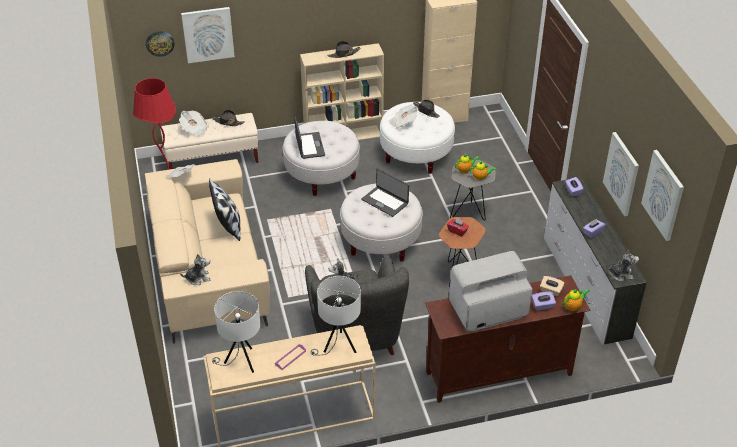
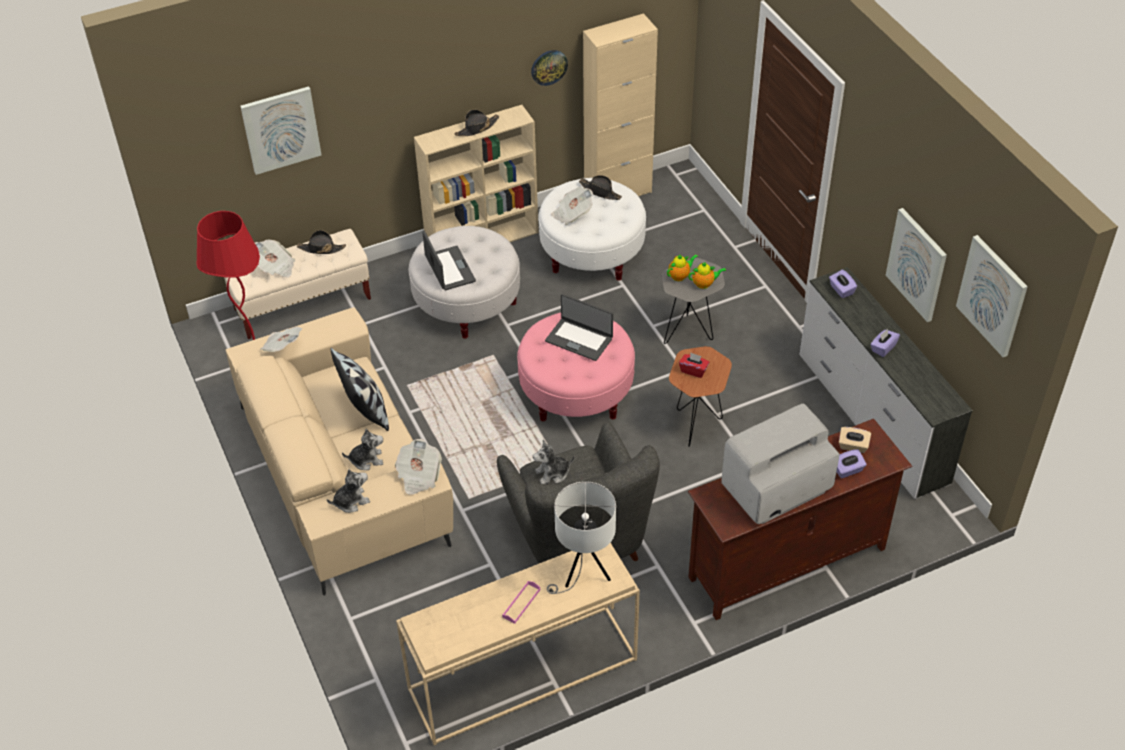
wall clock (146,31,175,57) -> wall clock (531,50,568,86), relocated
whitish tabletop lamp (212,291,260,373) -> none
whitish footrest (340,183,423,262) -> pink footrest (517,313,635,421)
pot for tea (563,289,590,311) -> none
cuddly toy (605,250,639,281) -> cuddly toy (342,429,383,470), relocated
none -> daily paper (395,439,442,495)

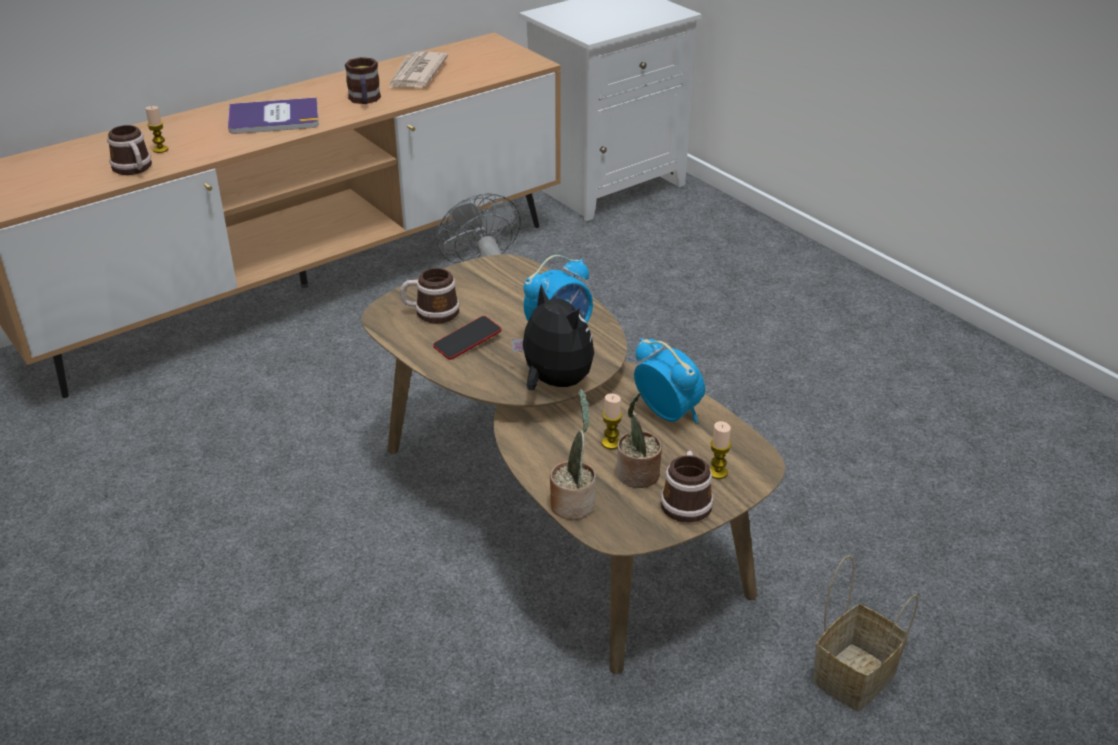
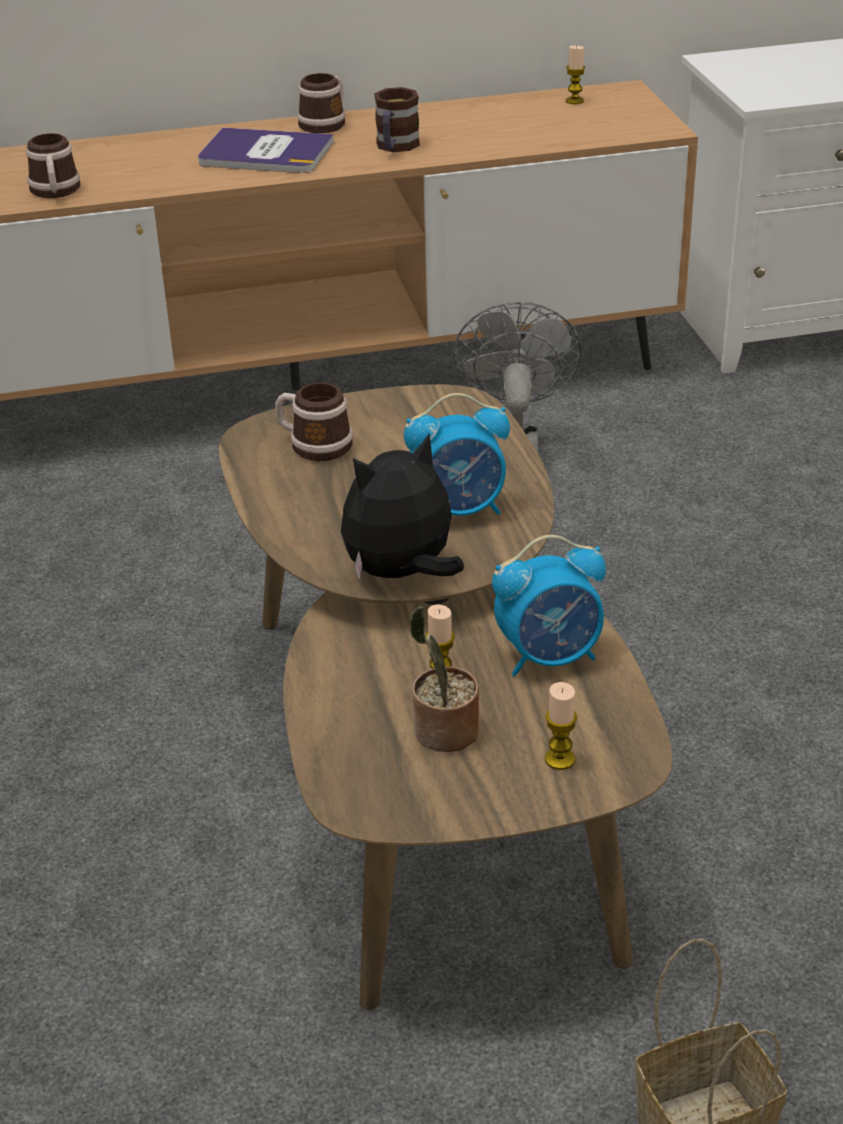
wax light (145,106,168,153) -> wax light (566,45,585,104), relocated
daily paper (388,52,448,89) -> none
phone (433,316,501,360) -> none
cuddly toy (511,284,594,390) -> cuddly toy (341,434,464,579), 105 degrees counterclockwise
houseplant (550,389,596,520) -> none
table clock (634,338,705,423) -> table clock (492,535,606,677), 90 degrees clockwise
coffee mug (660,451,714,523) -> coffee mug (297,73,345,133), relocated

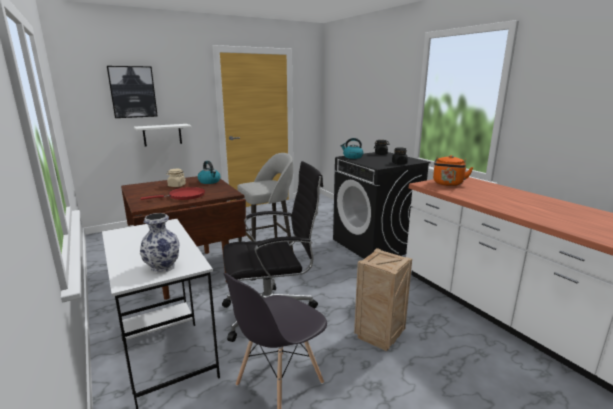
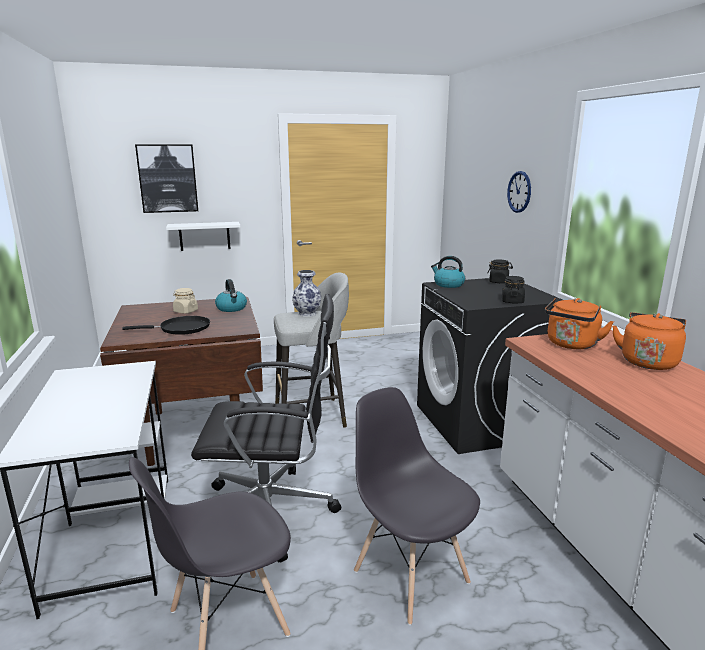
decorative vase (140,213,180,274) -> decorative vase (292,270,321,317), relocated
red skillet (141,187,205,200) -> black-coloured skillet (122,316,210,335)
shipping crate (354,248,412,351) -> greyish plain chair (354,387,480,625)
none -> wall clock (507,171,531,213)
none -> orangey kettle (612,312,686,370)

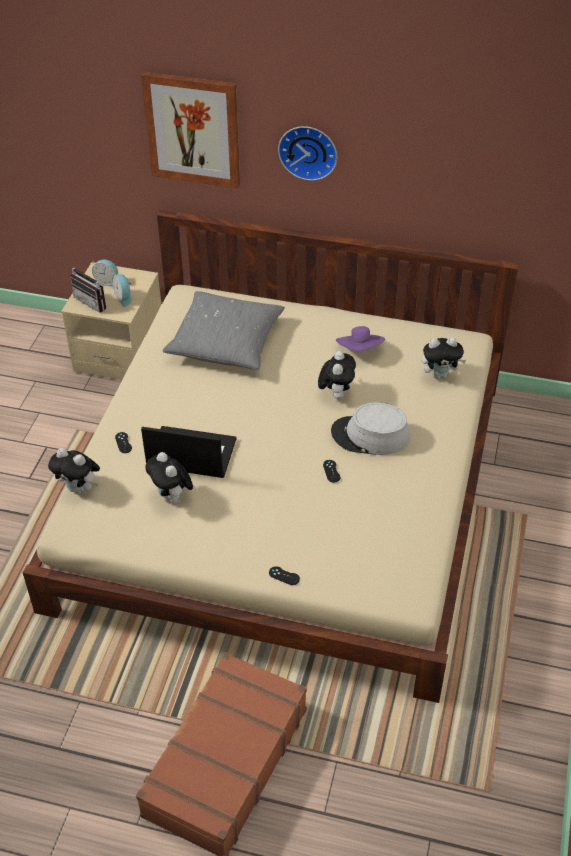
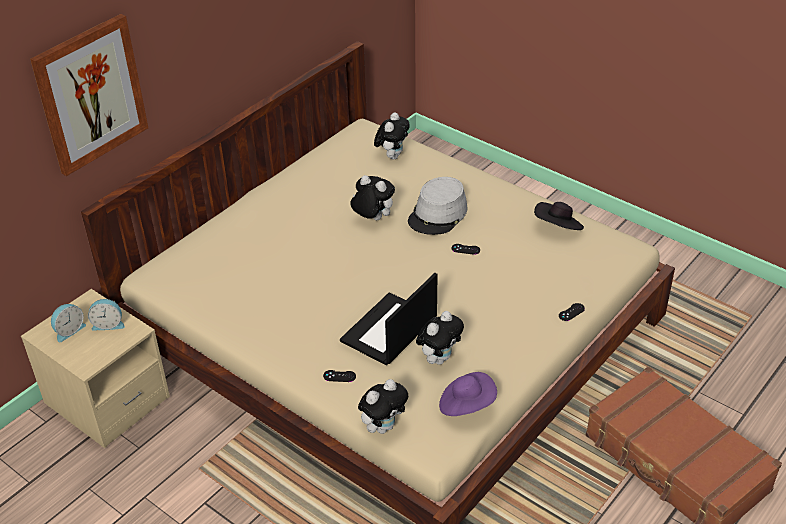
radio receiver (70,258,106,312) -> none
cuddly toy (146,452,193,504) -> cuddly toy (416,311,464,365), 45 degrees counterclockwise
greyish throw pillow (163,291,285,370) -> none
wall clock (278,126,337,181) -> none
purple hat (336,326,385,351) -> purple hat (439,372,497,416), relocated
none -> black-coloured hat (534,202,584,230)

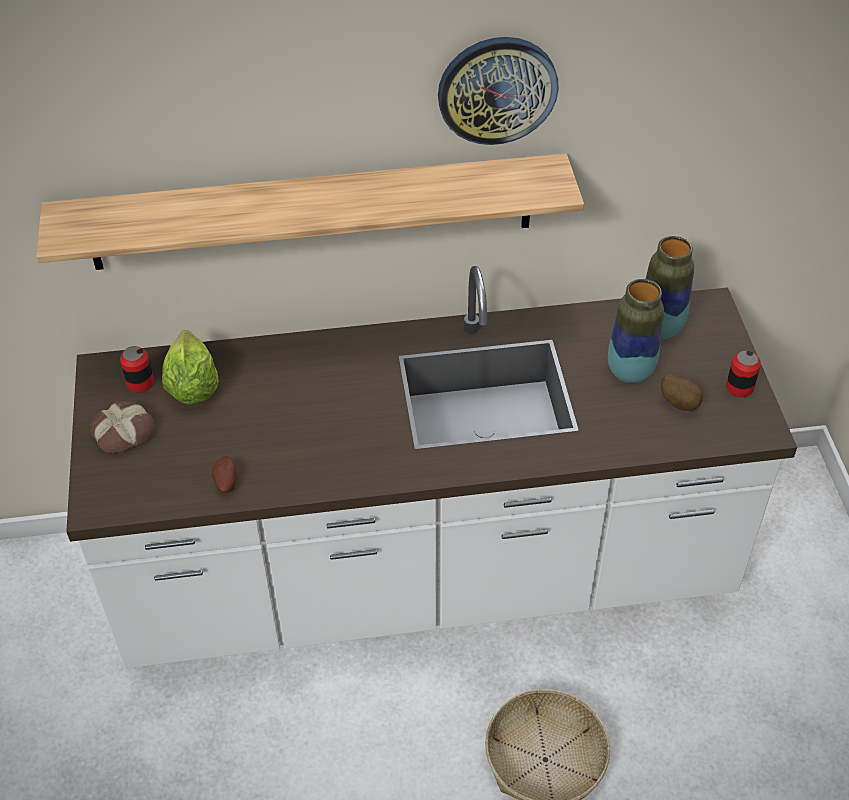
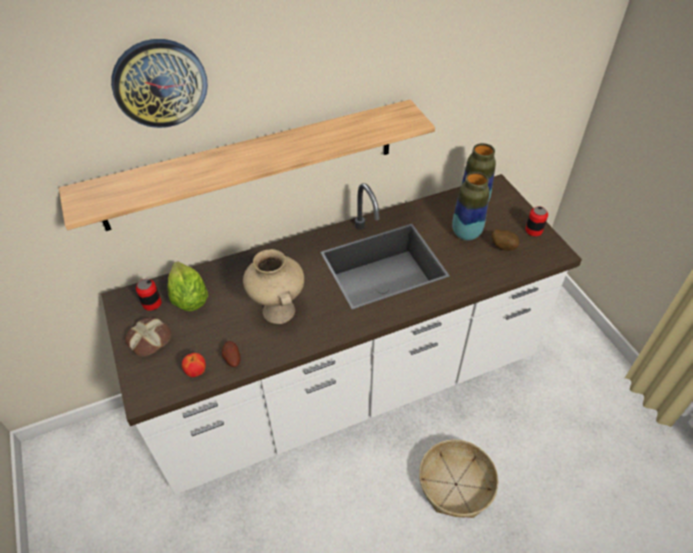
wall clock (438,37,559,145) -> wall clock (111,39,208,128), relocated
none -> apple (182,353,206,377)
none -> beige-coloured decorative vase (243,249,304,324)

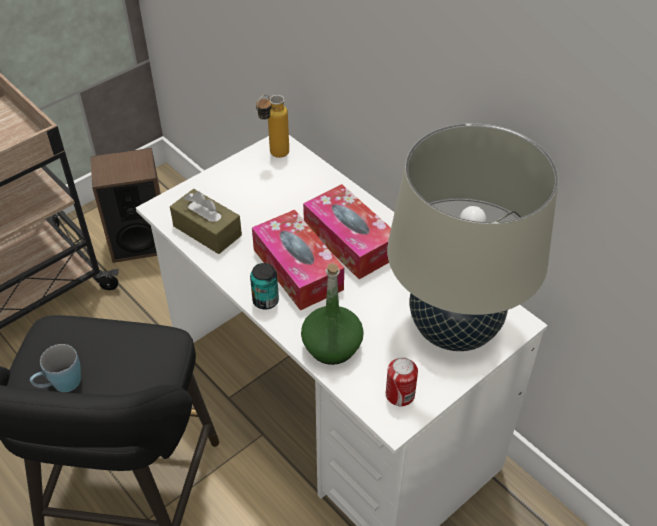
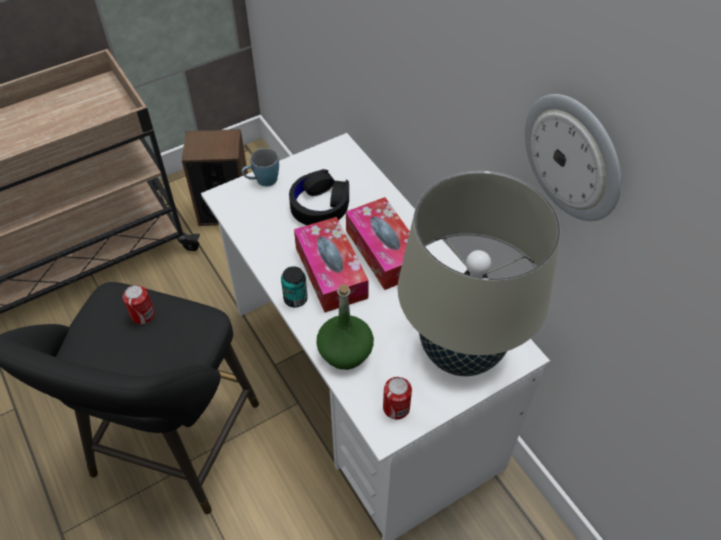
blue coffee mug (30,344,81,392) -> blue coffee mug (242,148,279,186), relocated
brown box of tissues (170,189,242,254) -> none
drink bottle (256,94,289,158) -> none
none -> can (123,285,155,324)
none -> black-coloured headphones (289,169,349,225)
none -> wall clock (525,94,621,221)

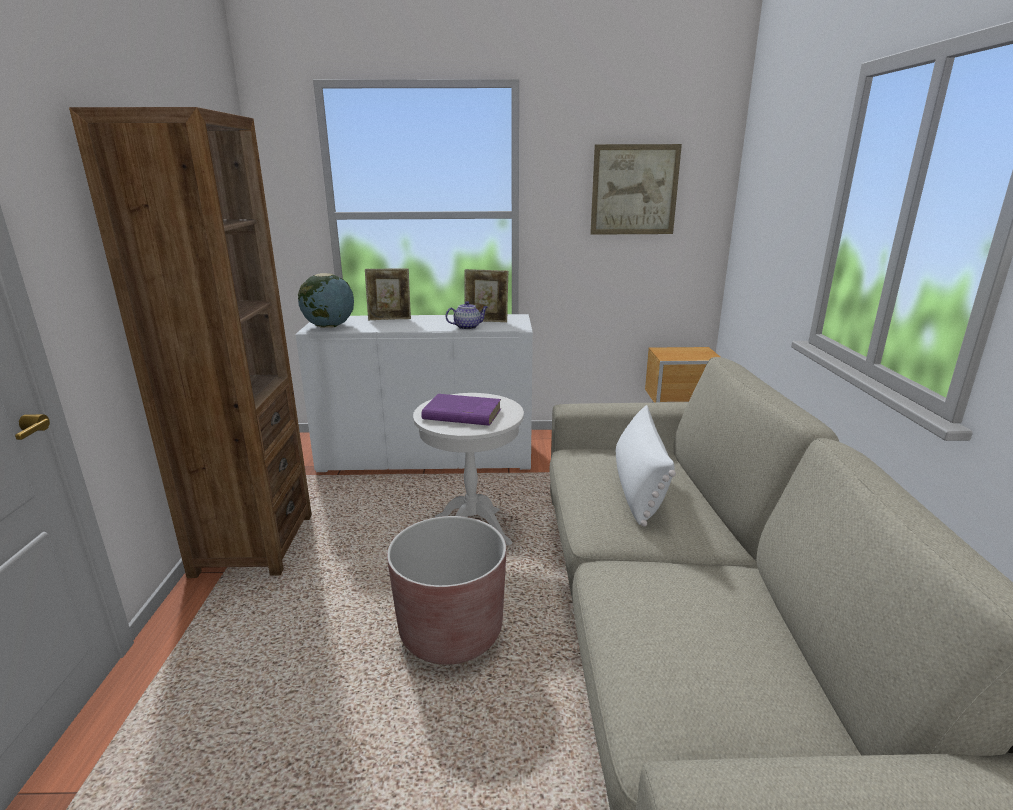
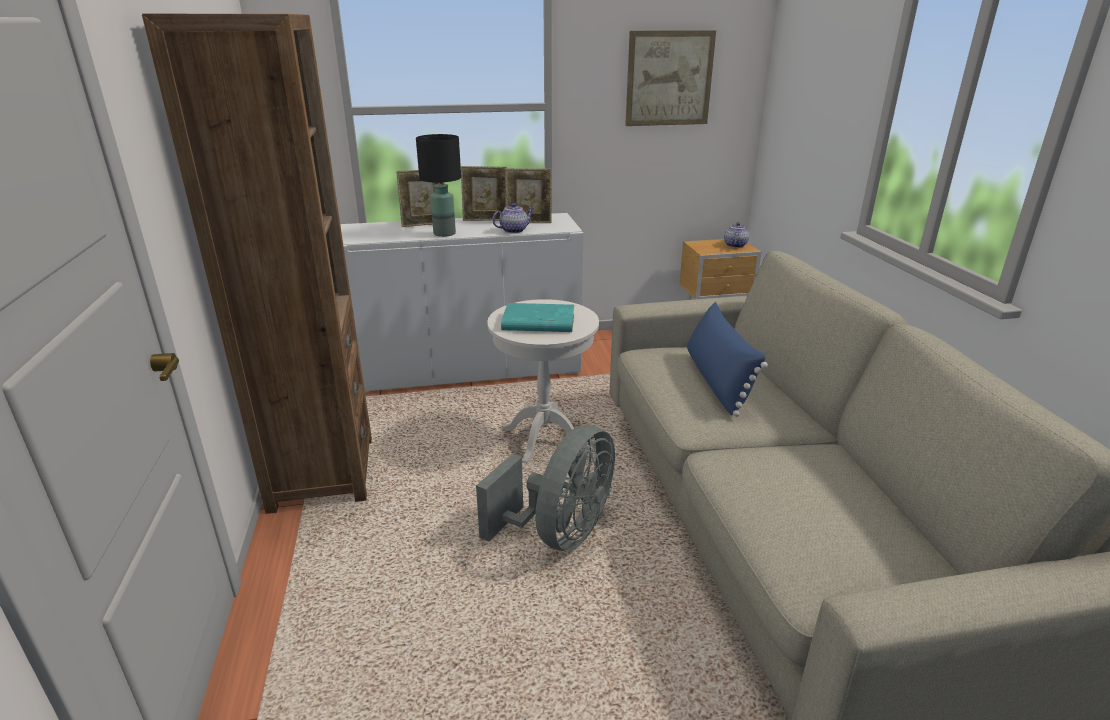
globe (298,273,354,328) -> none
brown plant pot (387,516,506,665) -> greyish cooling fan (476,425,615,551)
purple bound book (421,394,501,426) -> blue-green bound book (501,303,574,332)
whitish throw pillow (616,405,676,527) -> blue throw pillow (687,302,768,417)
none -> black-coloured tabletop lamp (416,134,461,237)
none -> picture frame (461,166,507,221)
none -> pot for tea (724,222,749,248)

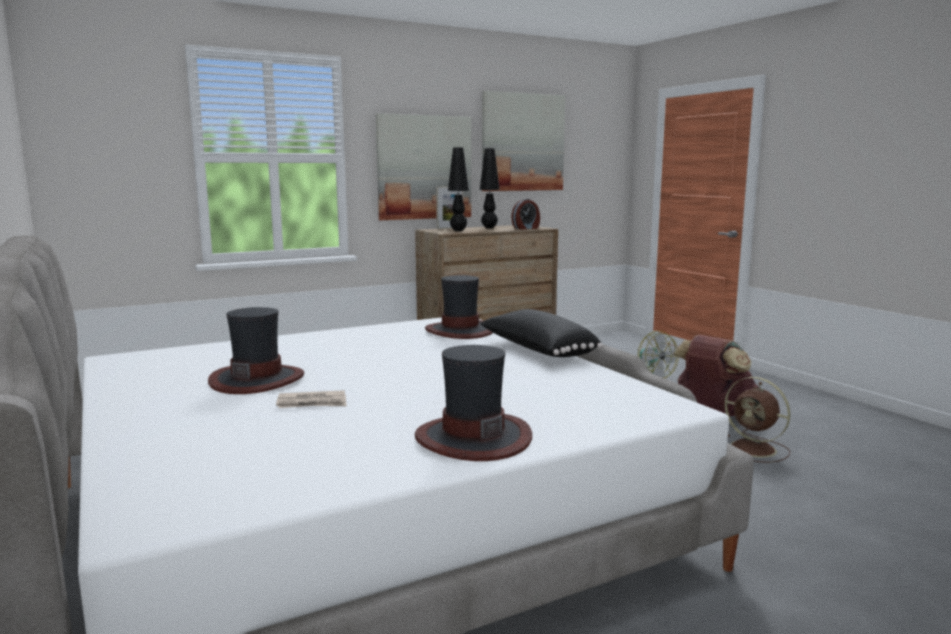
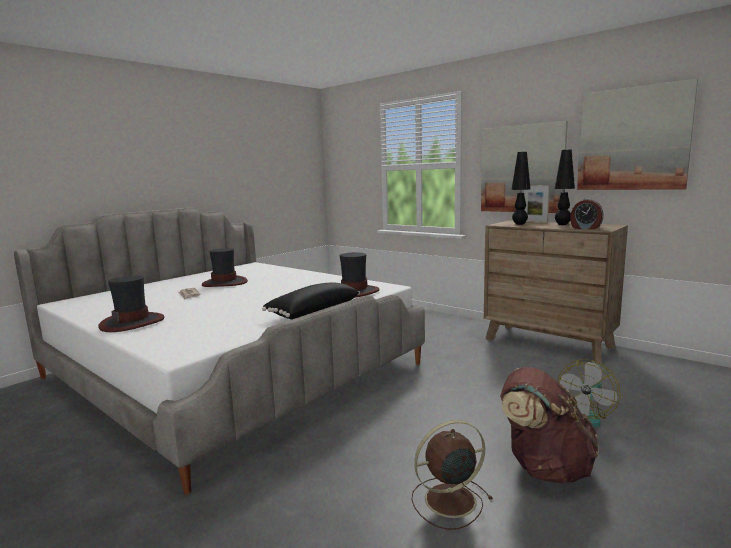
brown cooling fan (725,377,790,463) -> brown cooling fan (412,420,493,530), 45 degrees clockwise

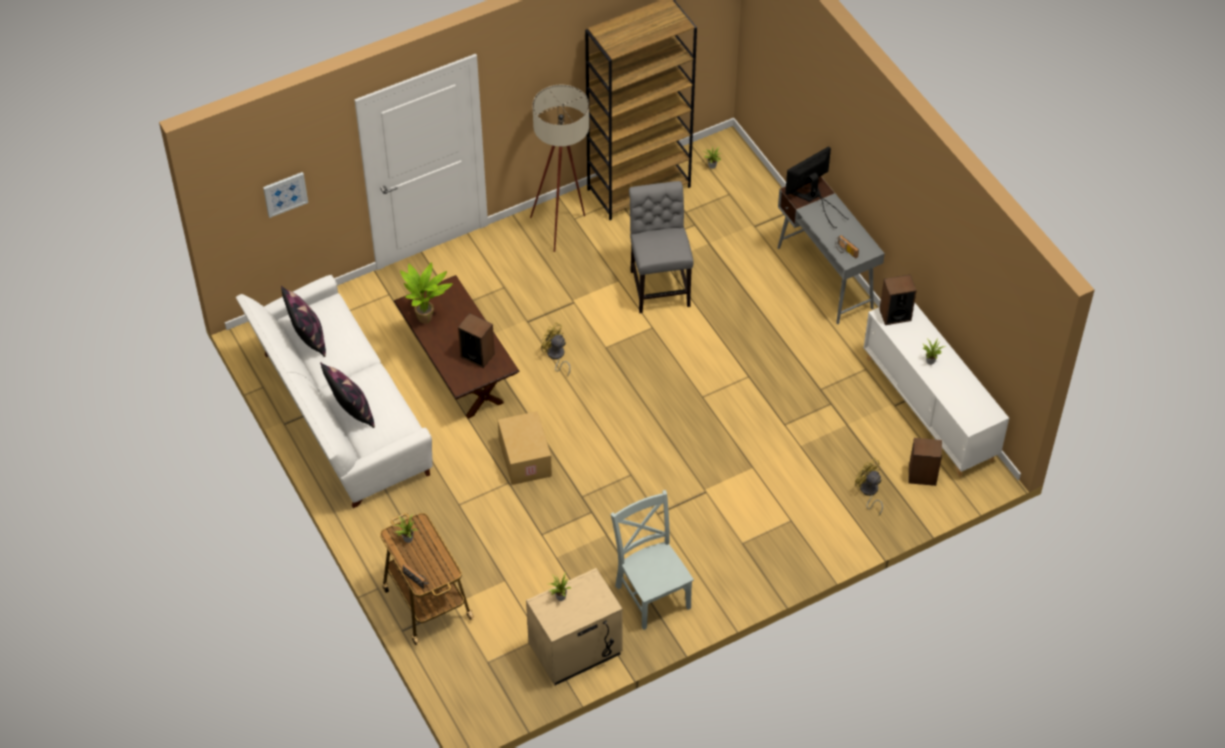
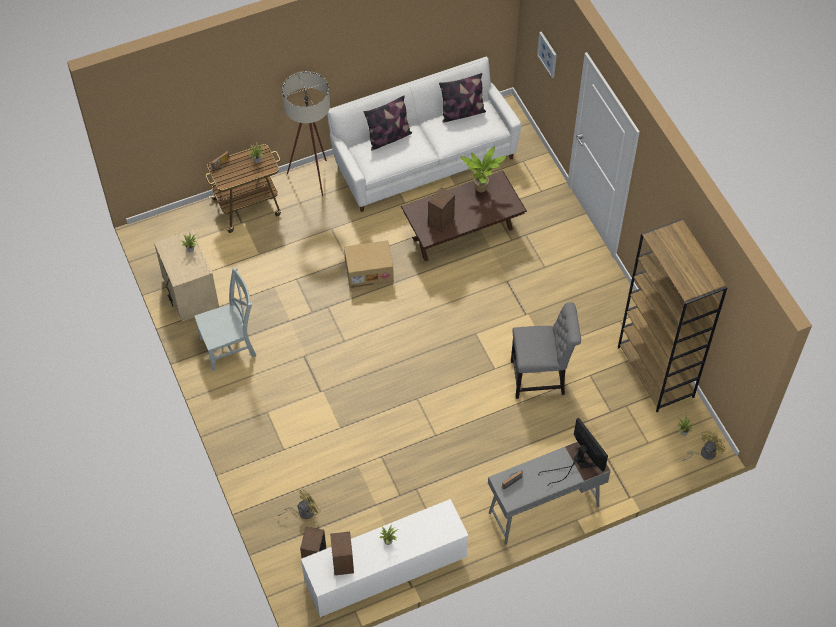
beige-coloured standing lamp (530,85,589,252) -> beige-coloured standing lamp (282,71,330,196), relocated
yellowish cooling fan (541,322,571,376) -> yellowish cooling fan (682,431,726,461), relocated
loudspeaker (879,275,916,325) -> loudspeaker (330,532,354,575), relocated

